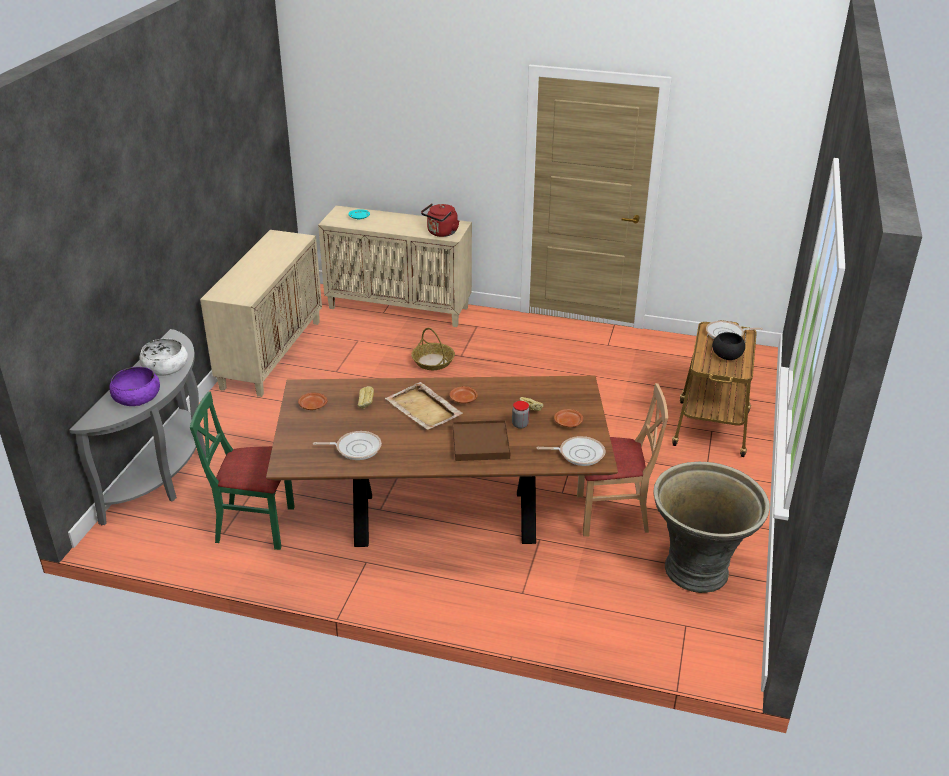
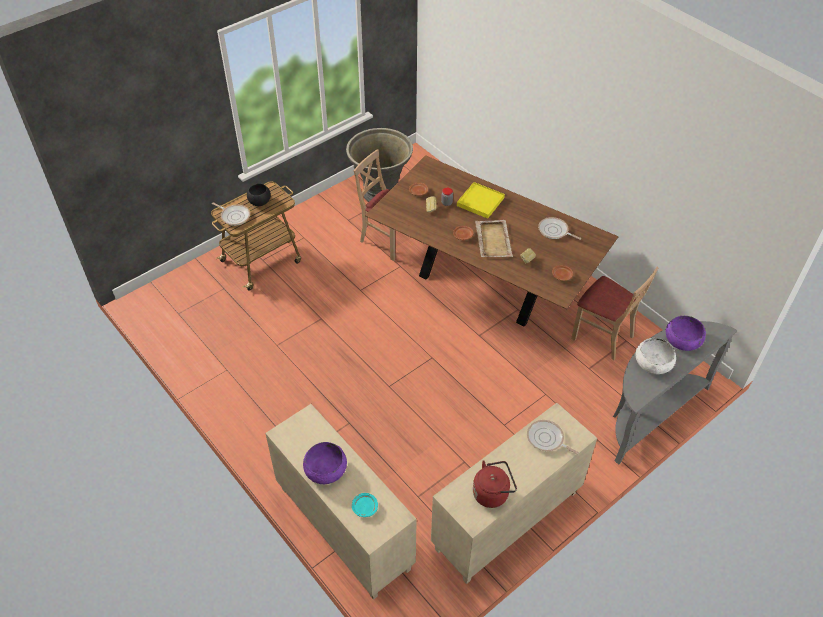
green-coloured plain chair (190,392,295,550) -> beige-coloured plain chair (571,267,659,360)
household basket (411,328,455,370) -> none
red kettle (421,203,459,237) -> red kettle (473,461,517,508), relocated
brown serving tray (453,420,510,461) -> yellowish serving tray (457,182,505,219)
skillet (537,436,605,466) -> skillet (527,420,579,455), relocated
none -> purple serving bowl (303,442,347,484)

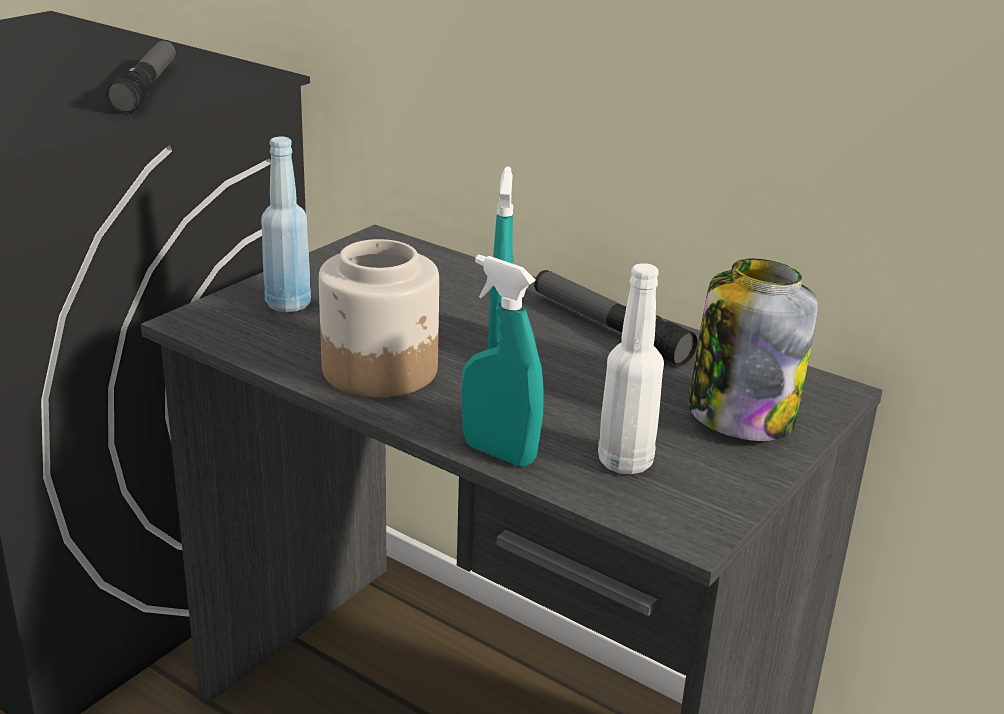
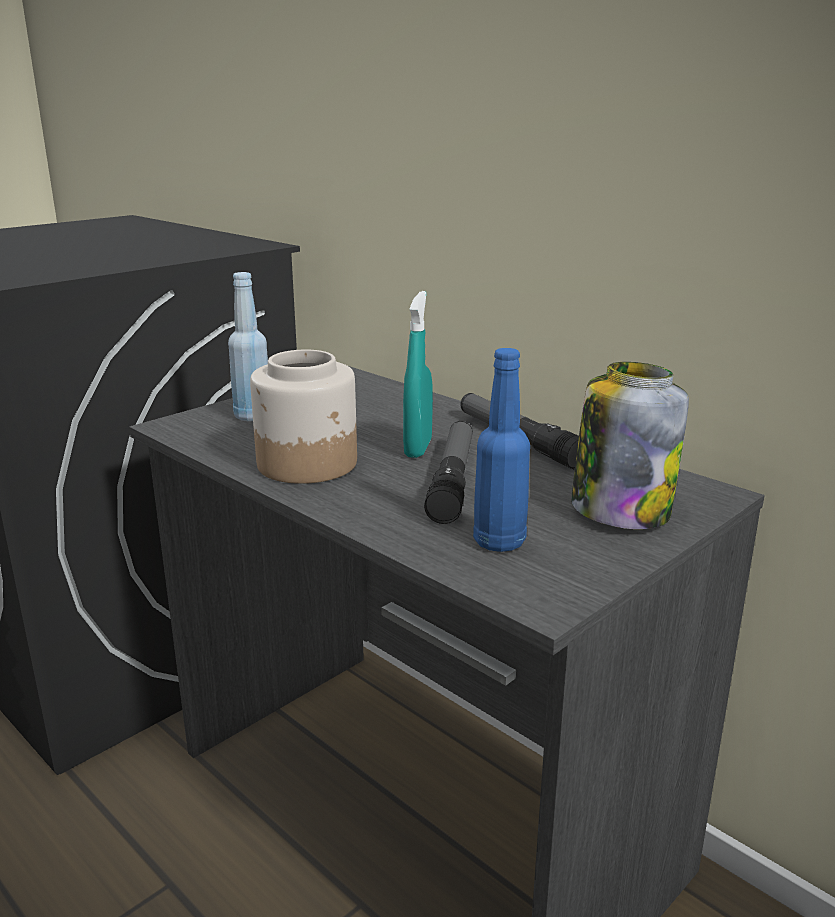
torch (106,40,177,114) -> torch (424,421,473,524), relocated
blue-green sprayer (461,255,544,467) -> none
whitish drink bottle (598,263,664,474) -> blue drink bottle (473,348,530,552)

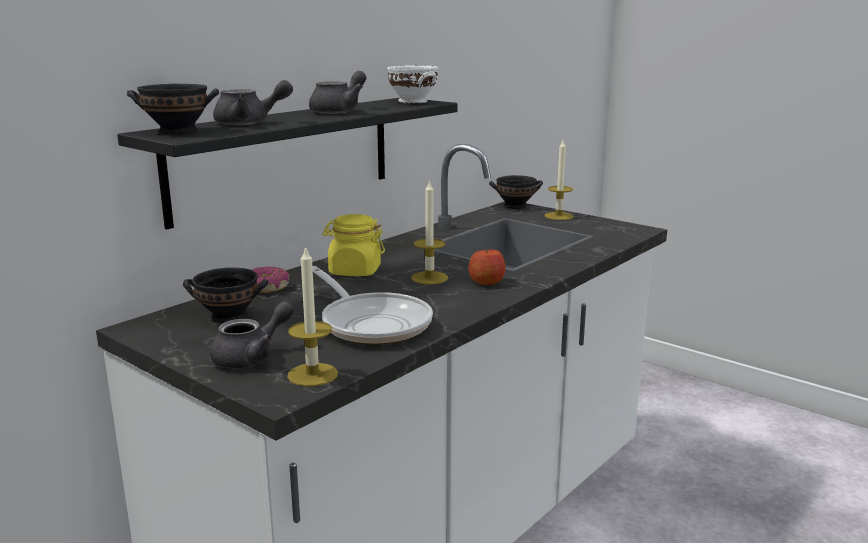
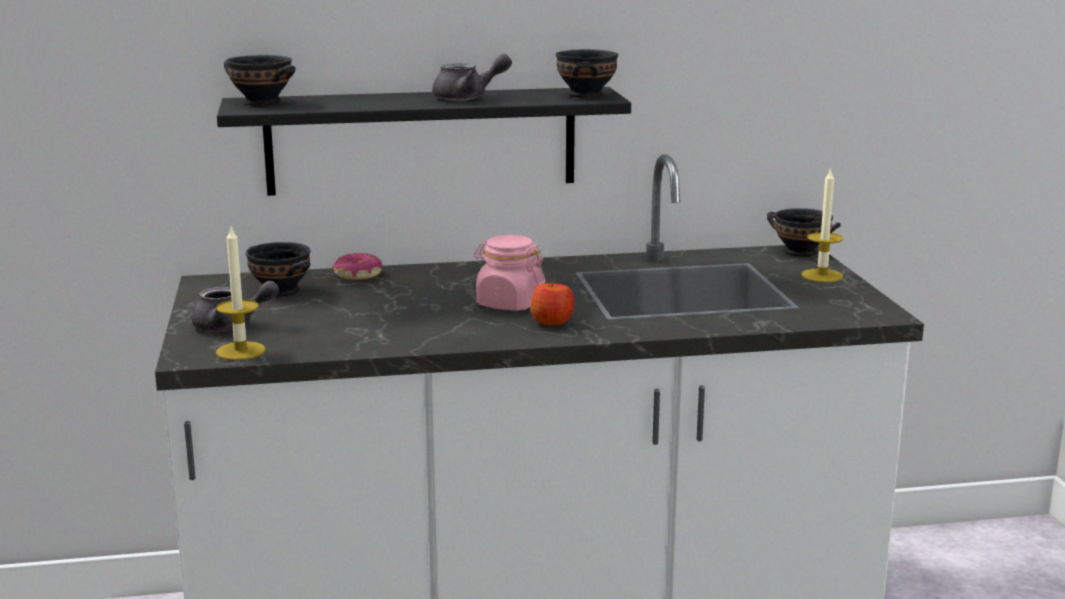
greyish pot for tea (213,80,293,125) -> none
skillet (312,266,433,345) -> none
yellowish jar (322,214,385,276) -> none
whitish serving bowl (387,65,438,104) -> black-coloured serving bowl (556,49,618,98)
wax light (411,179,448,284) -> pink jar (474,235,545,311)

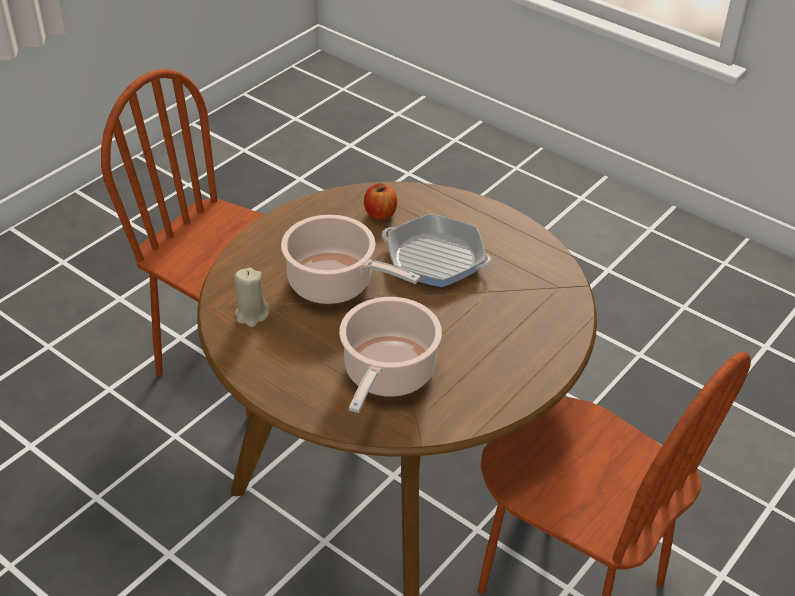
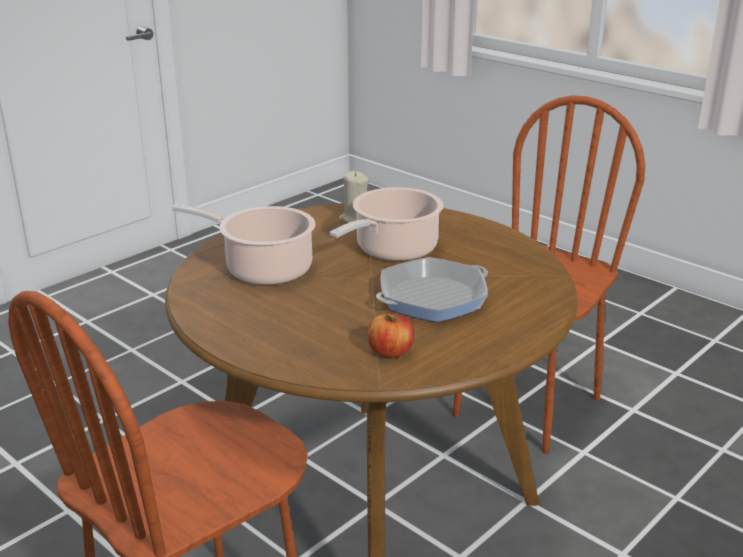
apple (364,183,397,220) -> apple (367,314,414,358), relocated
skillet (382,214,492,287) -> skillet (376,257,488,322), 150 degrees counterclockwise

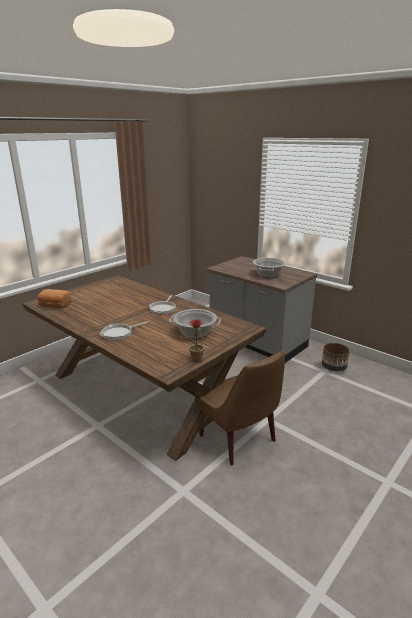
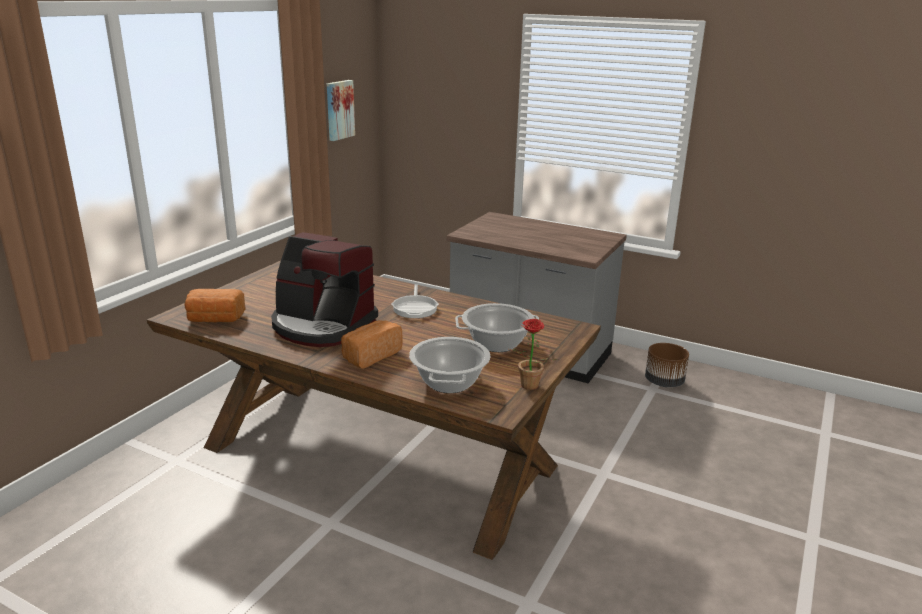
skillet (100,321,149,340) -> bakery bread (341,320,403,368)
brown plain chair (195,350,285,465) -> none
stockpot (253,258,286,277) -> stockpot (409,337,491,393), relocated
none -> coffee brewer (271,232,378,347)
none -> wall art (327,80,355,141)

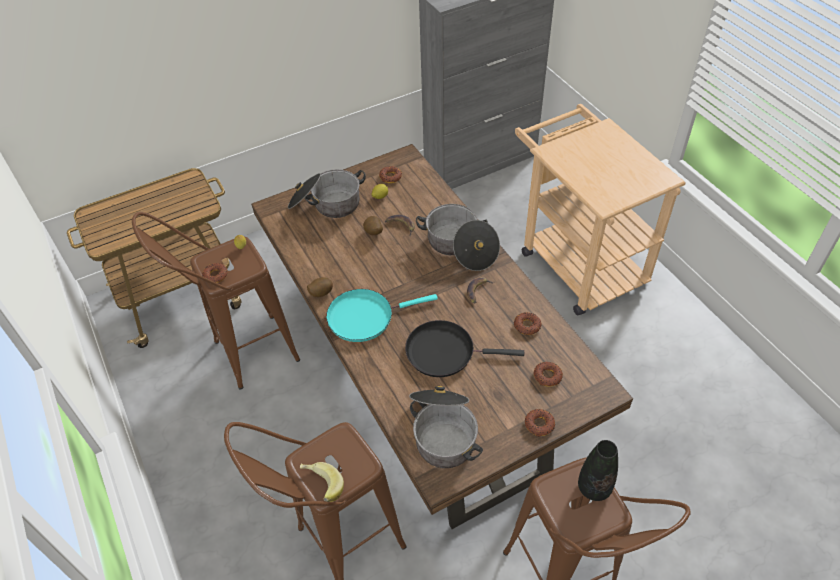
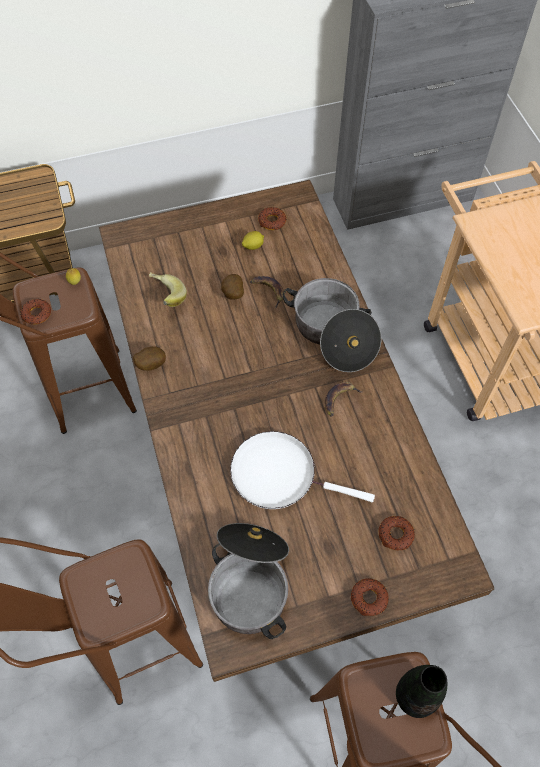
stockpot (288,169,366,218) -> none
banana (300,462,344,502) -> banana (149,272,187,307), relocated
blue-green skillet (326,289,438,342) -> none
black-coloured skillet (405,320,524,377) -> whitish skillet (230,431,375,509)
ring doughnut (514,312,541,335) -> none

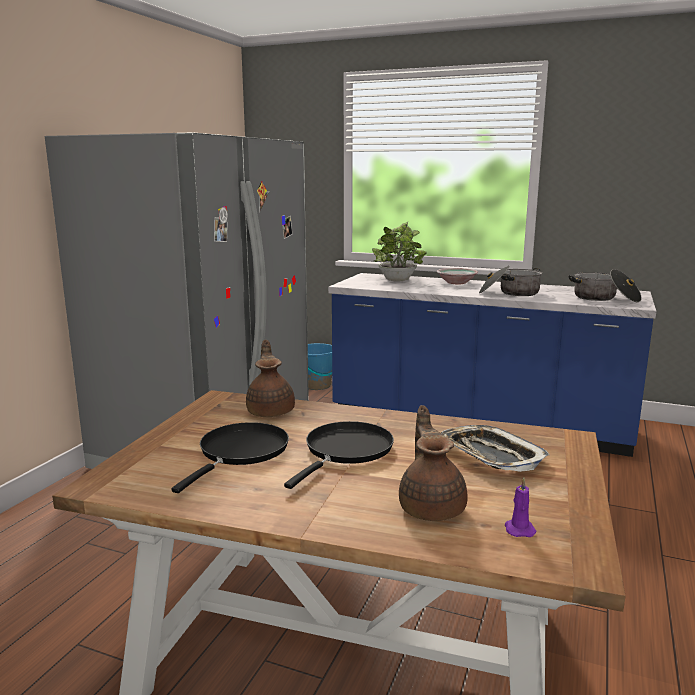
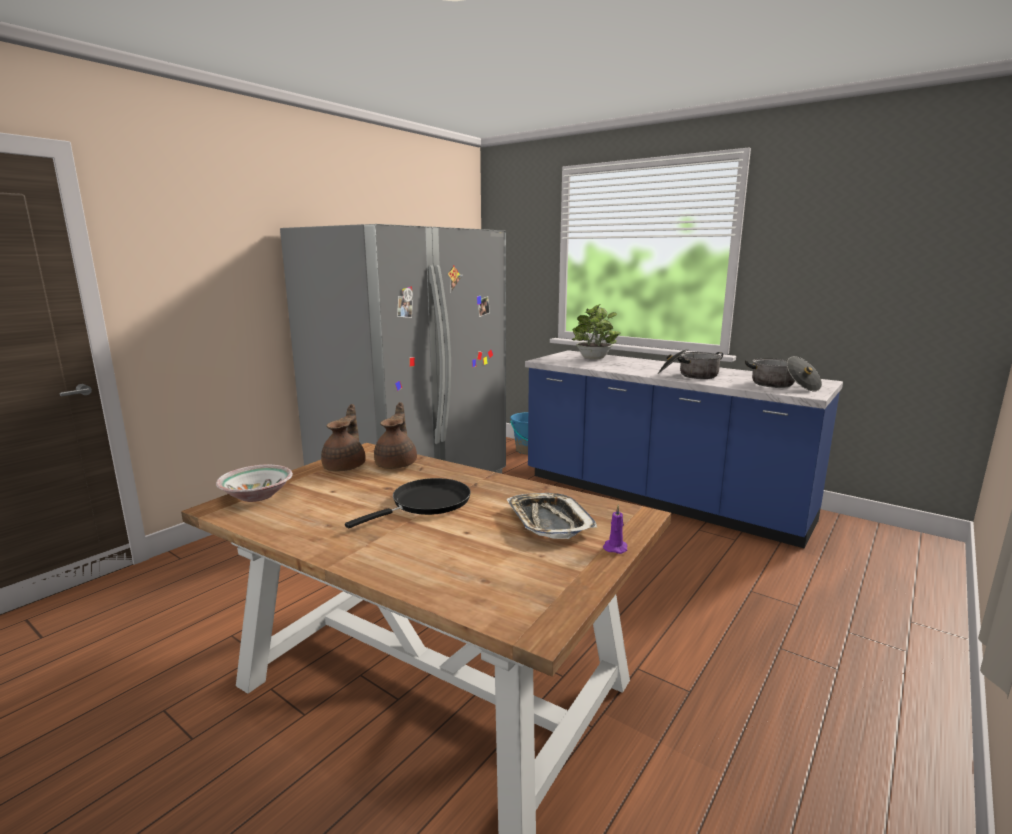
black-coloured skillet (171,422,289,493) -> none
brown pot for tea (399,405,468,521) -> brown pot for tea (321,404,366,472), relocated
serving bowl (437,268,478,284) -> serving bowl (216,464,293,502), relocated
purple wax light (505,478,536,537) -> purple wax light (603,505,627,554), relocated

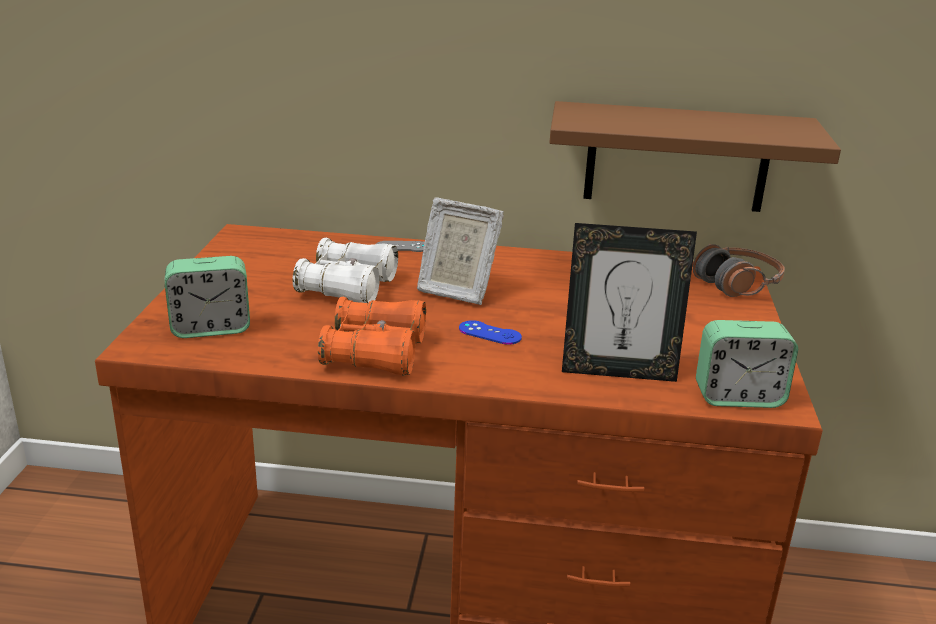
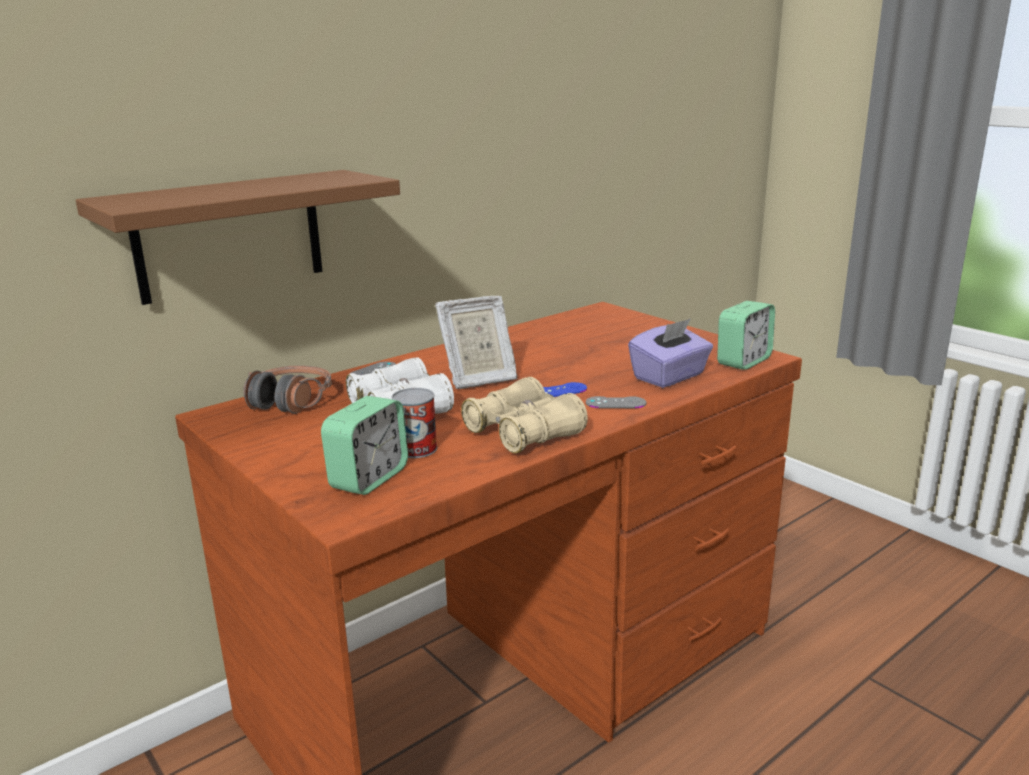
orangey binoculars (318,297,426,376) -> beige-coloured binoculars (461,377,588,453)
brown shelf (549,101,841,212) -> brown shelf (76,170,400,305), relocated
picture frame (562,223,697,382) -> purple box of tissues (628,319,713,388)
headphones (693,244,785,297) -> headphones (243,366,332,414), relocated
none -> can (391,388,437,458)
none -> greyish game controller (586,396,646,408)

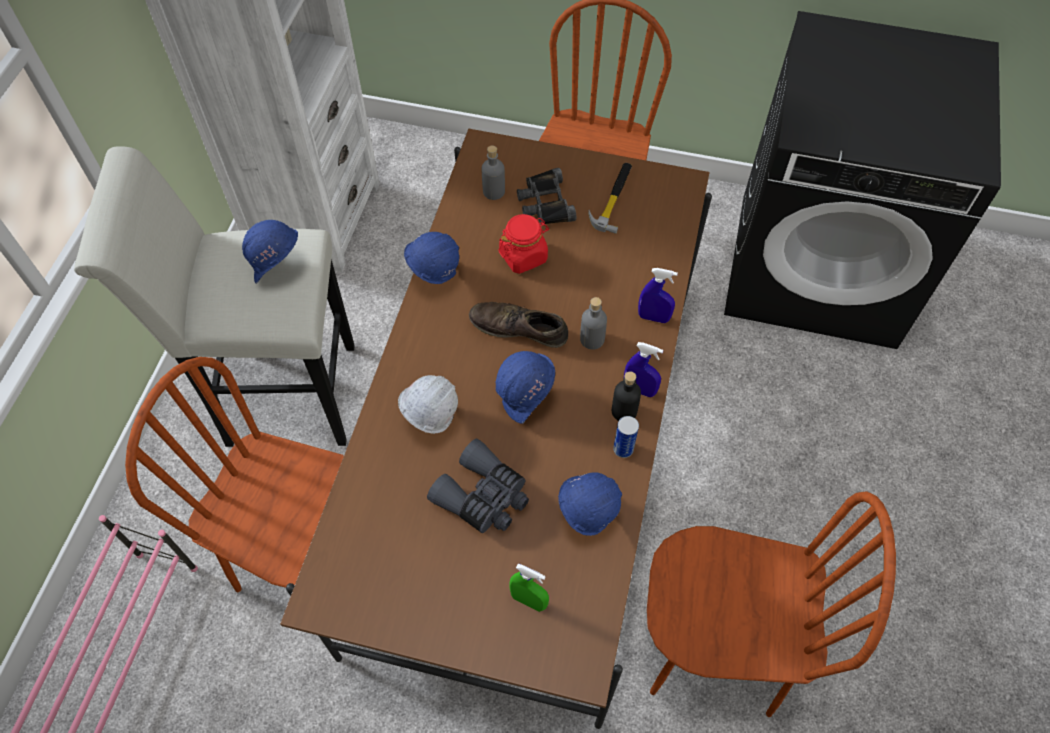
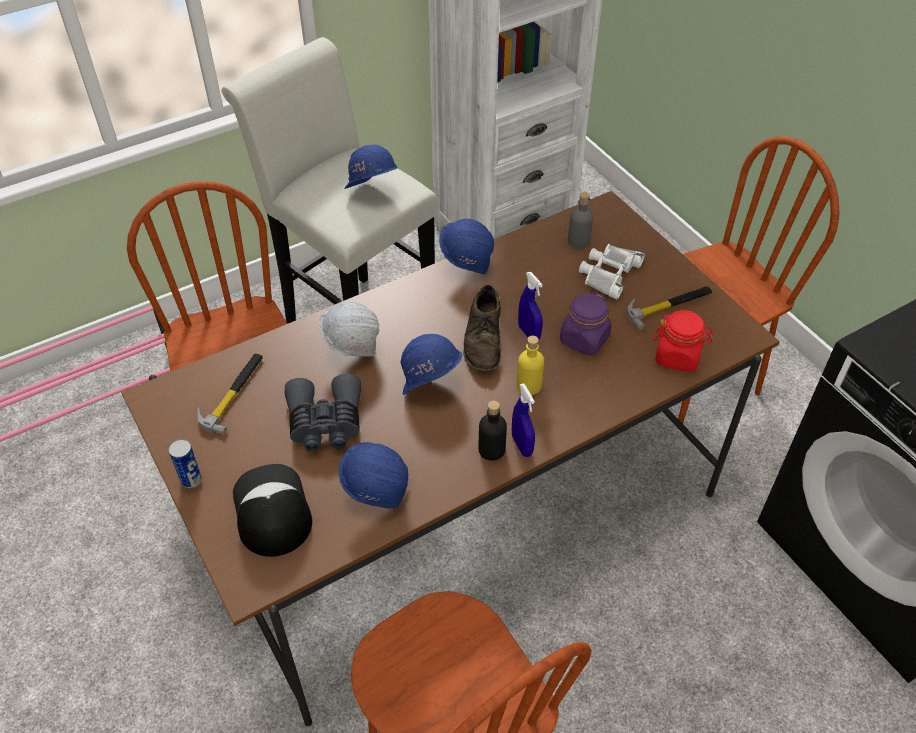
brown low shoe (469,302,568,348) -> brown low shoe (463,285,501,371), 150 degrees counterclockwise
red jar (498,214,549,274) -> red jar (653,310,713,372), relocated
green-coloured sprayer (509,563,549,612) -> peaked cap (233,464,312,557)
black-coloured binoculars (517,168,576,225) -> whitish binoculars (579,244,645,299)
greyish drink bottle (580,297,607,350) -> yellowish drink bottle (517,336,544,395)
can (613,416,639,458) -> can (169,439,202,488), relocated
blue sprayer (638,268,678,323) -> blue sprayer (518,272,543,340), relocated
none -> hand hammer (198,353,263,435)
none -> purple jar (560,292,612,356)

